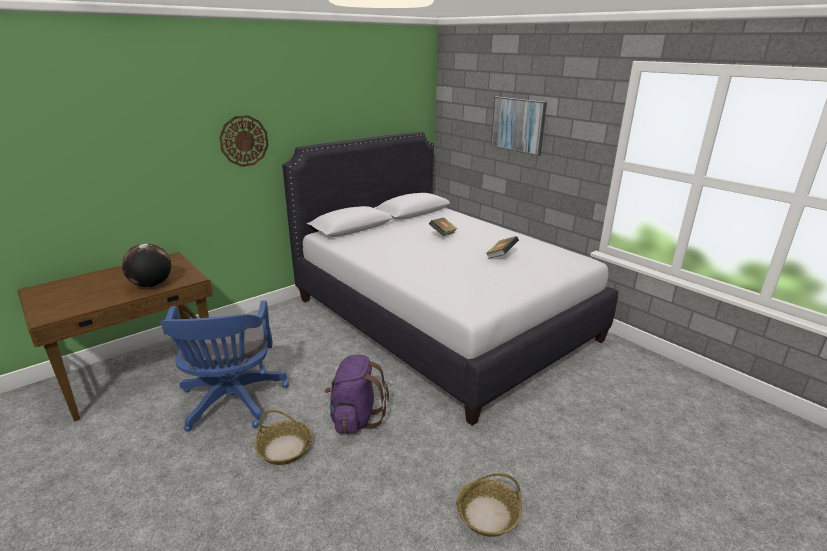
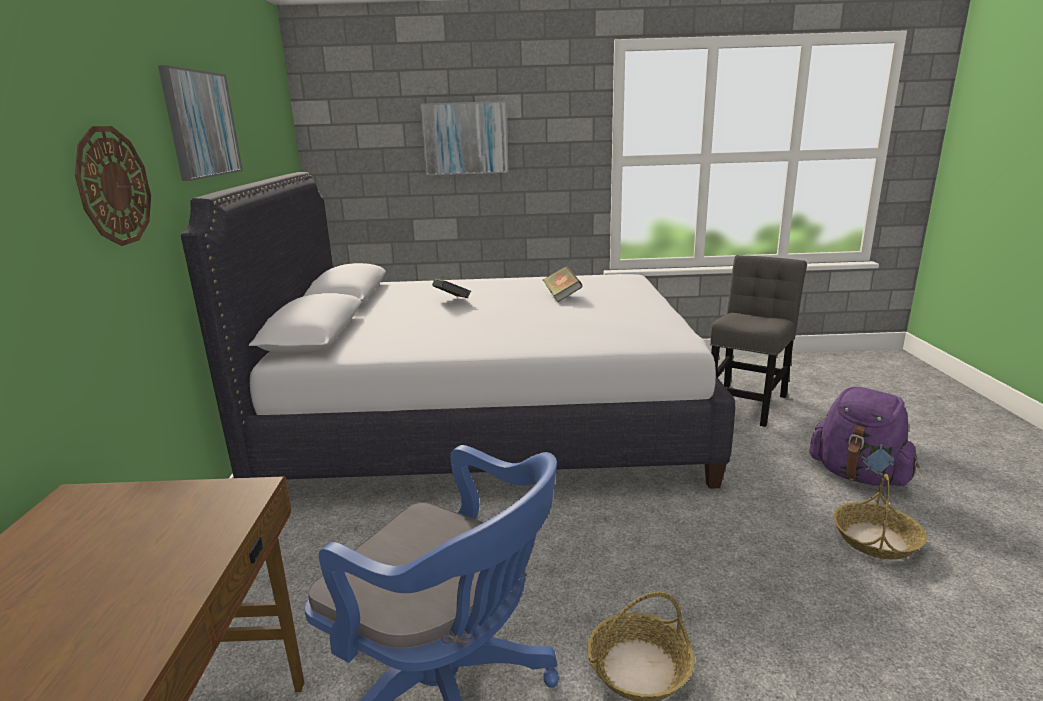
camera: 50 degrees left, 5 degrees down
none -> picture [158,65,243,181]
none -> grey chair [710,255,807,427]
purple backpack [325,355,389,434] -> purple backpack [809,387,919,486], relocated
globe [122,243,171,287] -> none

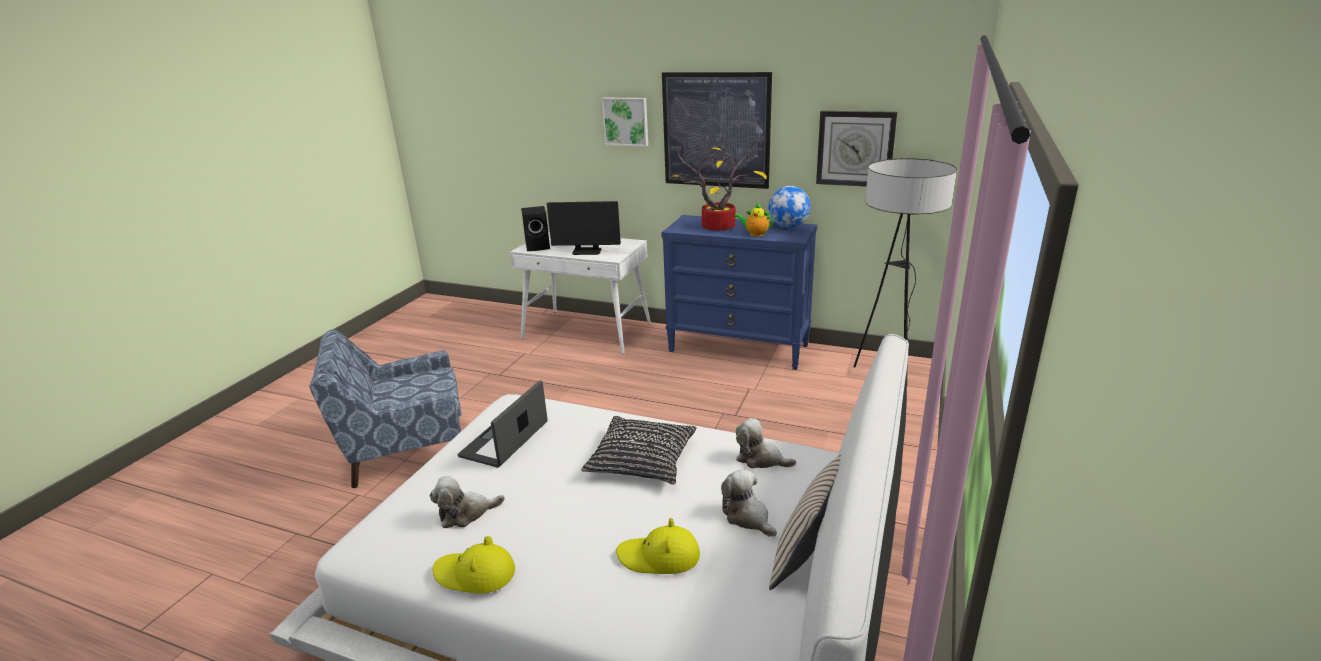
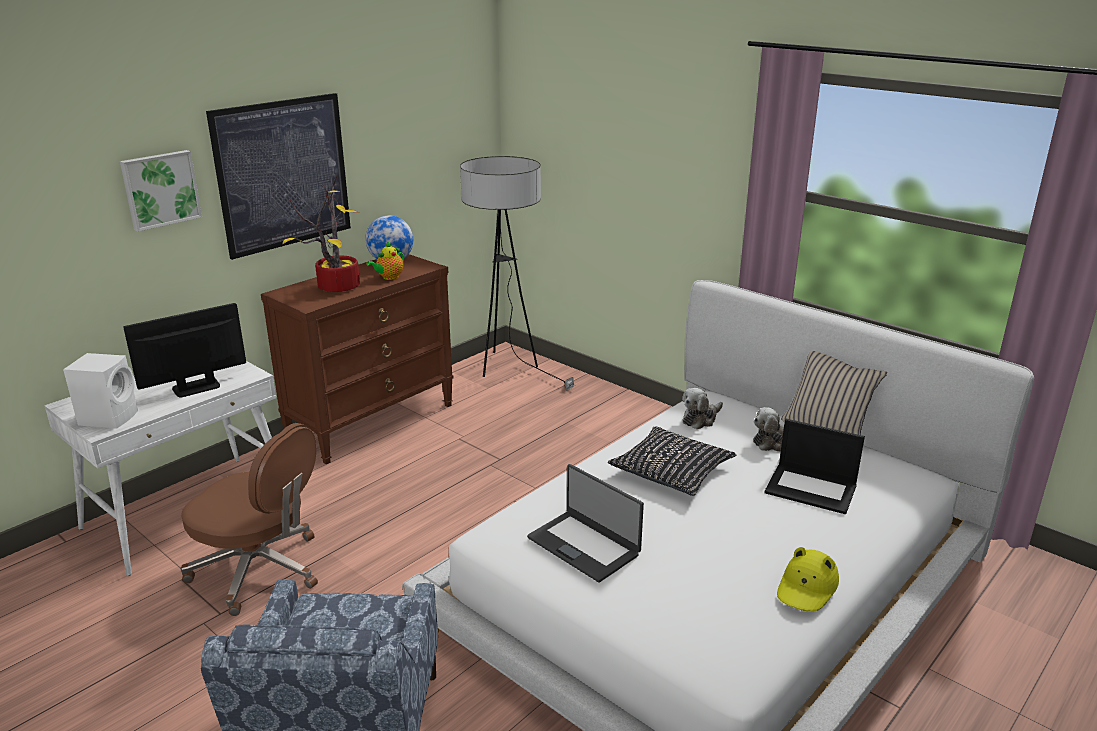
camera: 70 degrees left, 0 degrees up
black speaker [521,206,550,251] -> white speaker [63,353,138,429]
monitor [547,201,621,255] -> monitor [123,303,246,397], 150 degrees counterclockwise
none -> brown office chair [181,423,318,616]
blue dresser [661,215,818,370] -> brown dresser [261,254,454,464]
yellow hat [616,518,700,574] -> laptop [764,419,865,514]
plush toy [430,476,505,528] -> none
wall clock [816,111,897,187] -> none

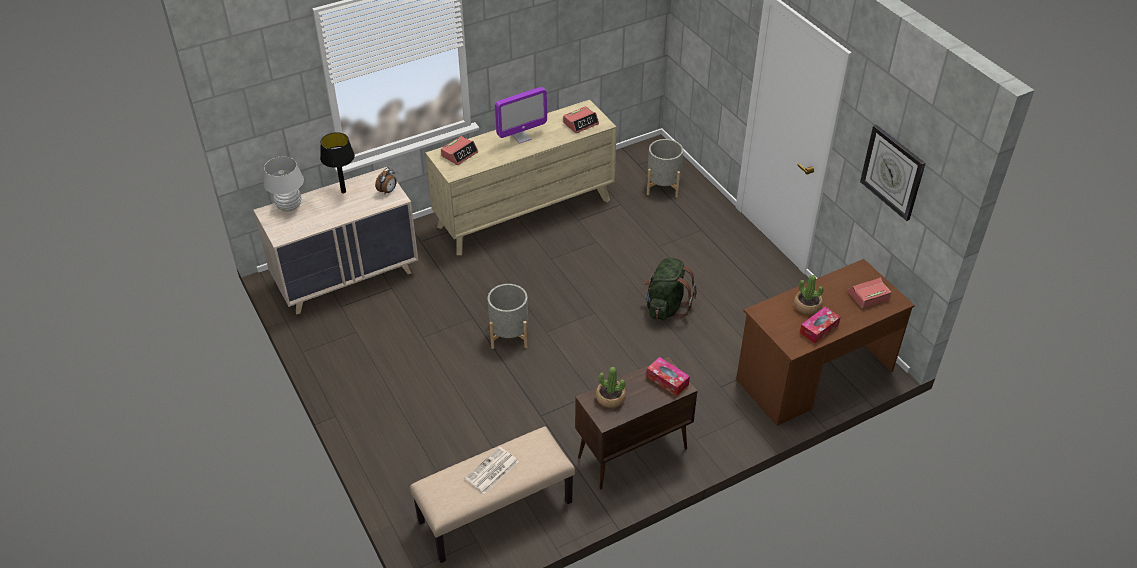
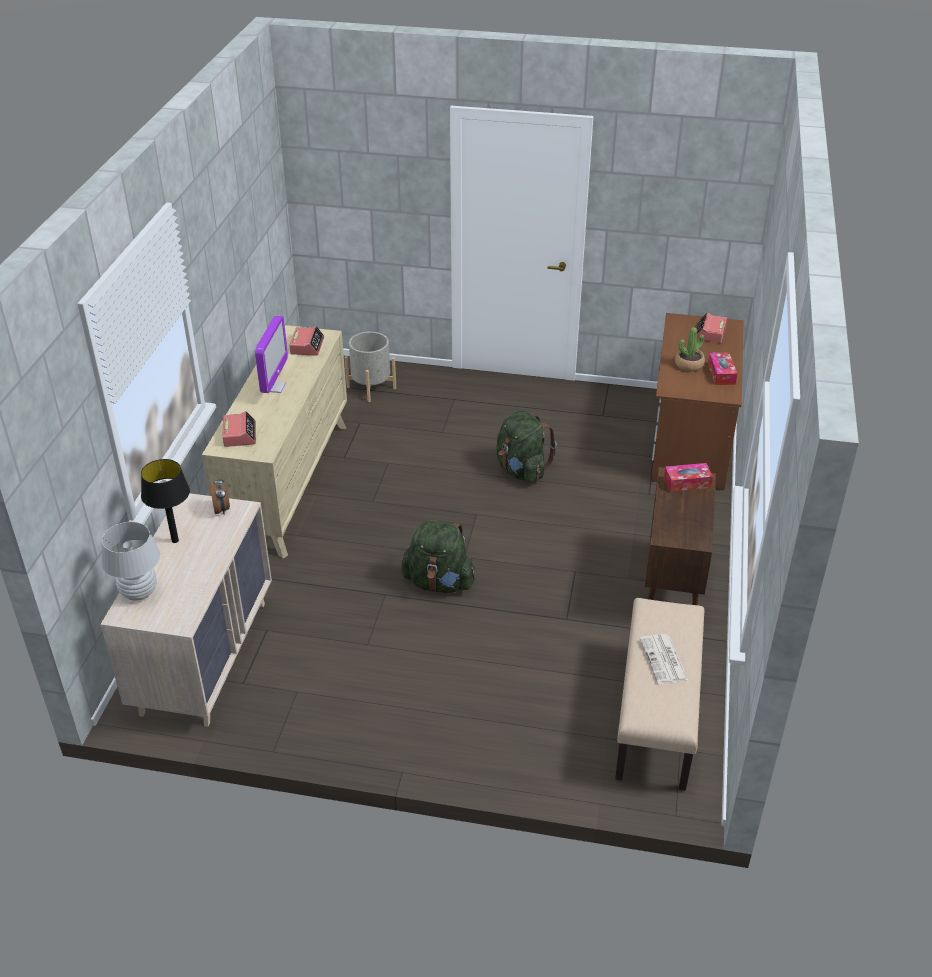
camera: 50 degrees left, 5 degrees down
grey planter [488,284,528,349] -> green backpack [402,520,476,593]
potted plant [596,367,626,408] -> none
wall clock [860,125,926,221] -> none

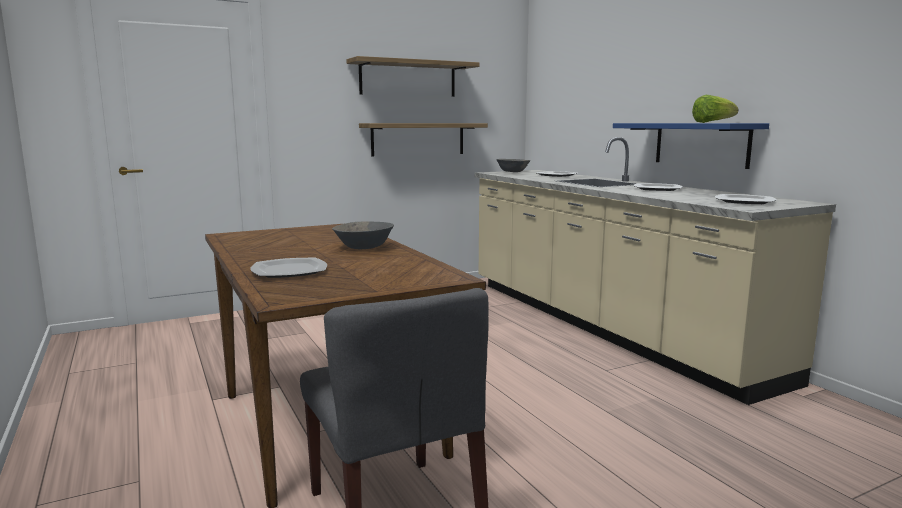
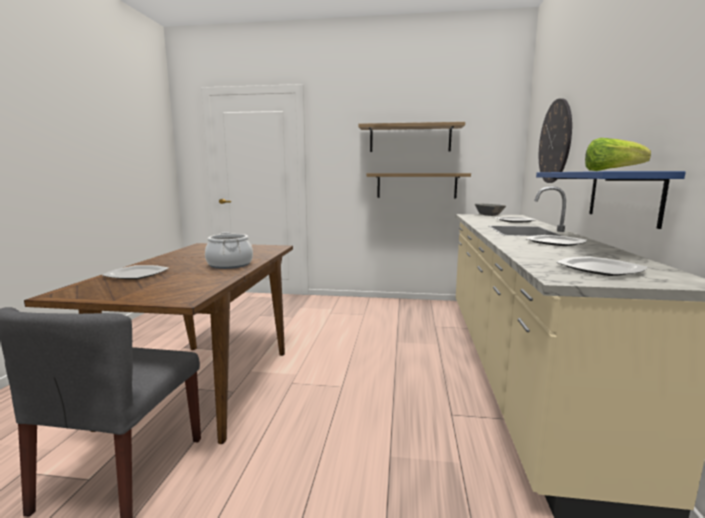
camera: 35 degrees right, 0 degrees up
grey bowl [332,221,394,249] -> cooking pot [205,232,253,269]
none -> wall clock [539,98,572,183]

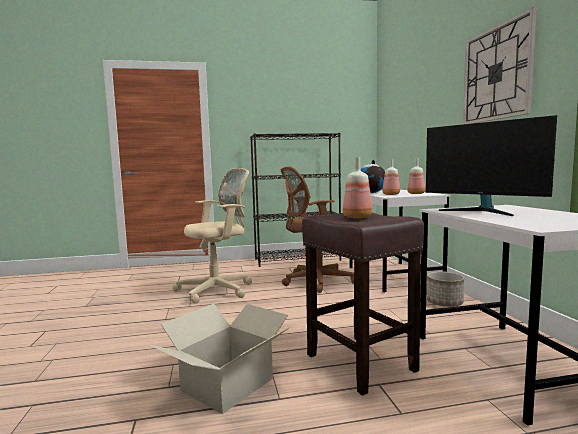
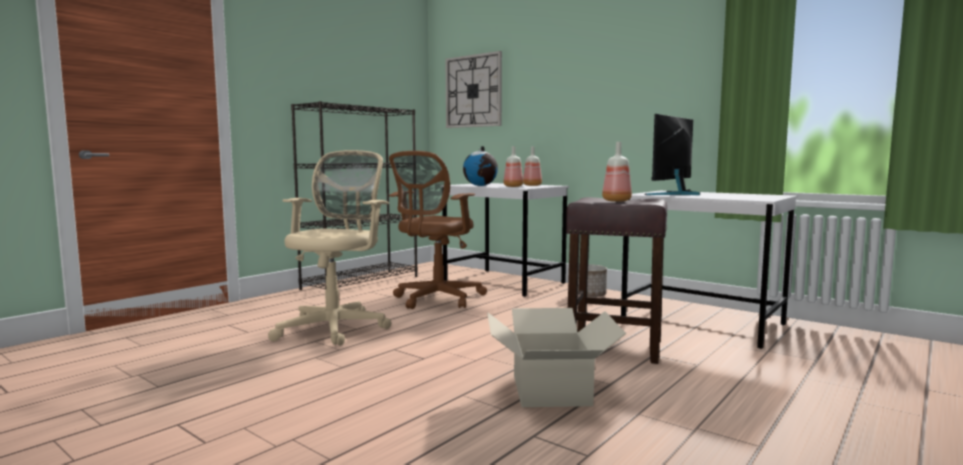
camera: 40 degrees left, 0 degrees up
wall clock [463,7,537,124] -> wall clock [446,51,502,128], relocated
monitor [425,115,557,216] -> monitor [644,114,700,195], 120 degrees clockwise

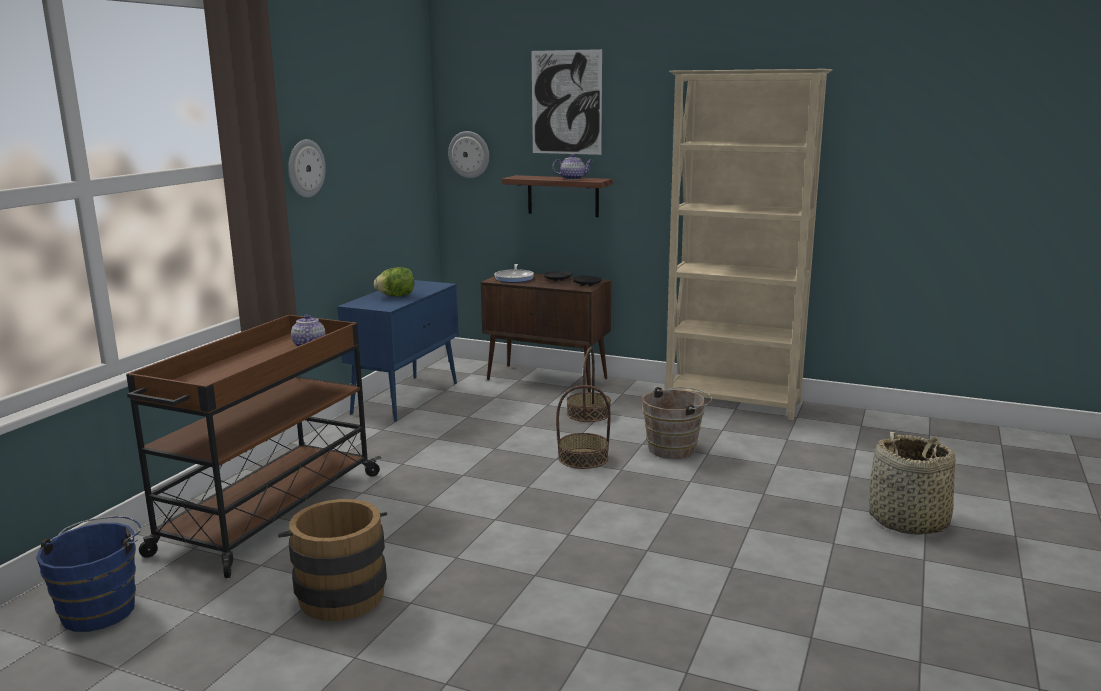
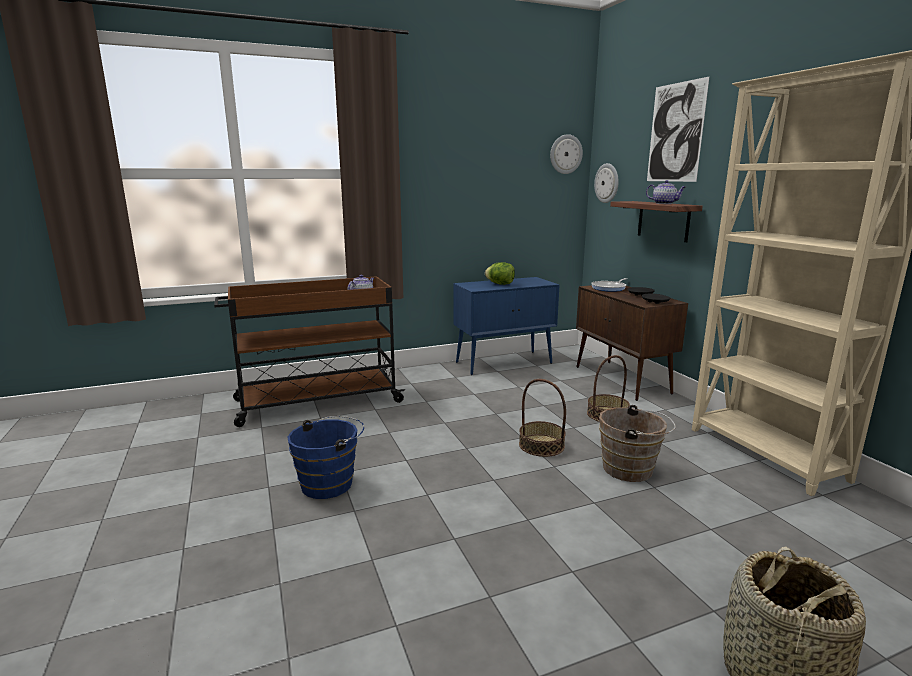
camera: 45 degrees right, 0 degrees up
blue bucket [36,516,141,632] -> blue bucket [288,416,364,499], relocated
wall clock [288,139,326,198] -> wall clock [550,134,583,174], relocated
brown bucket [278,499,387,621] -> none

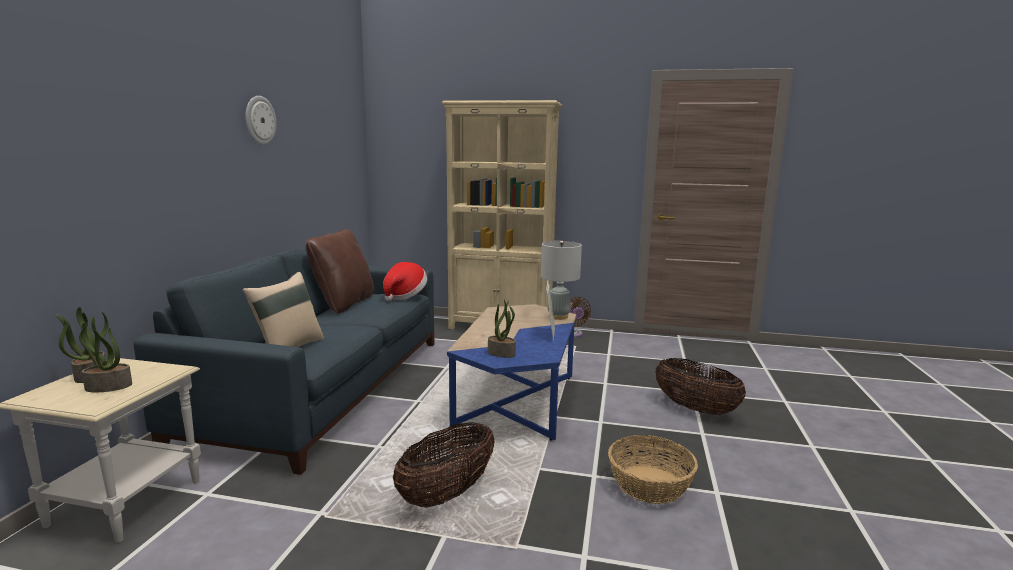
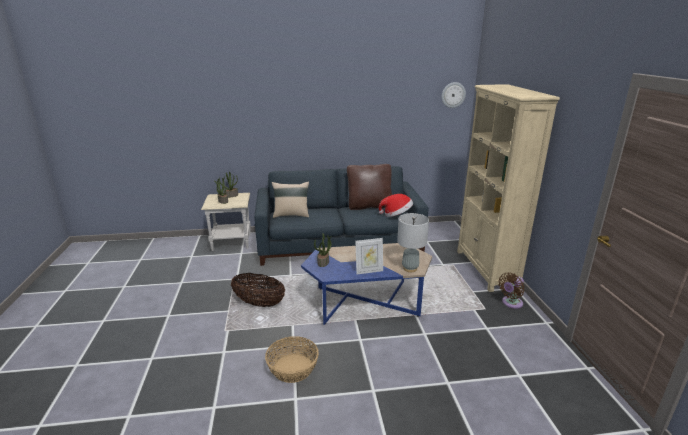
camera: 70 degrees right, 10 degrees up
wall clock [245,96,277,145] -> wall clock [442,82,466,108], relocated
basket [655,358,746,415] -> none

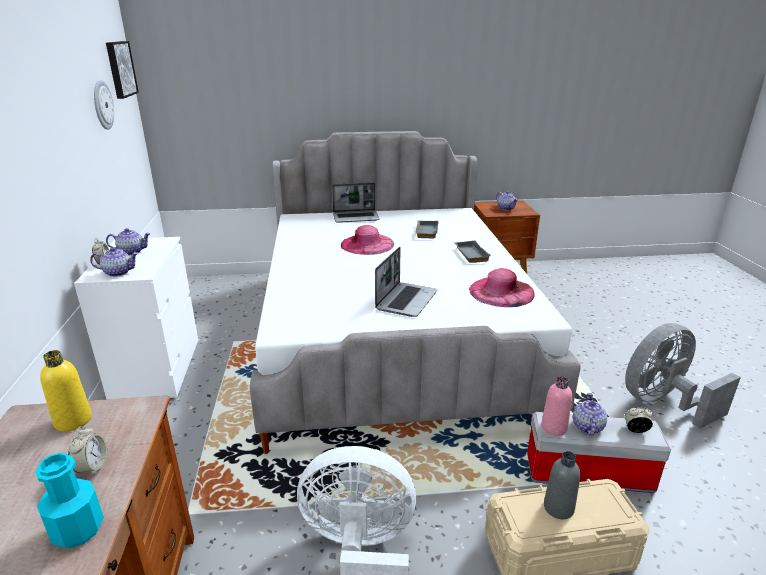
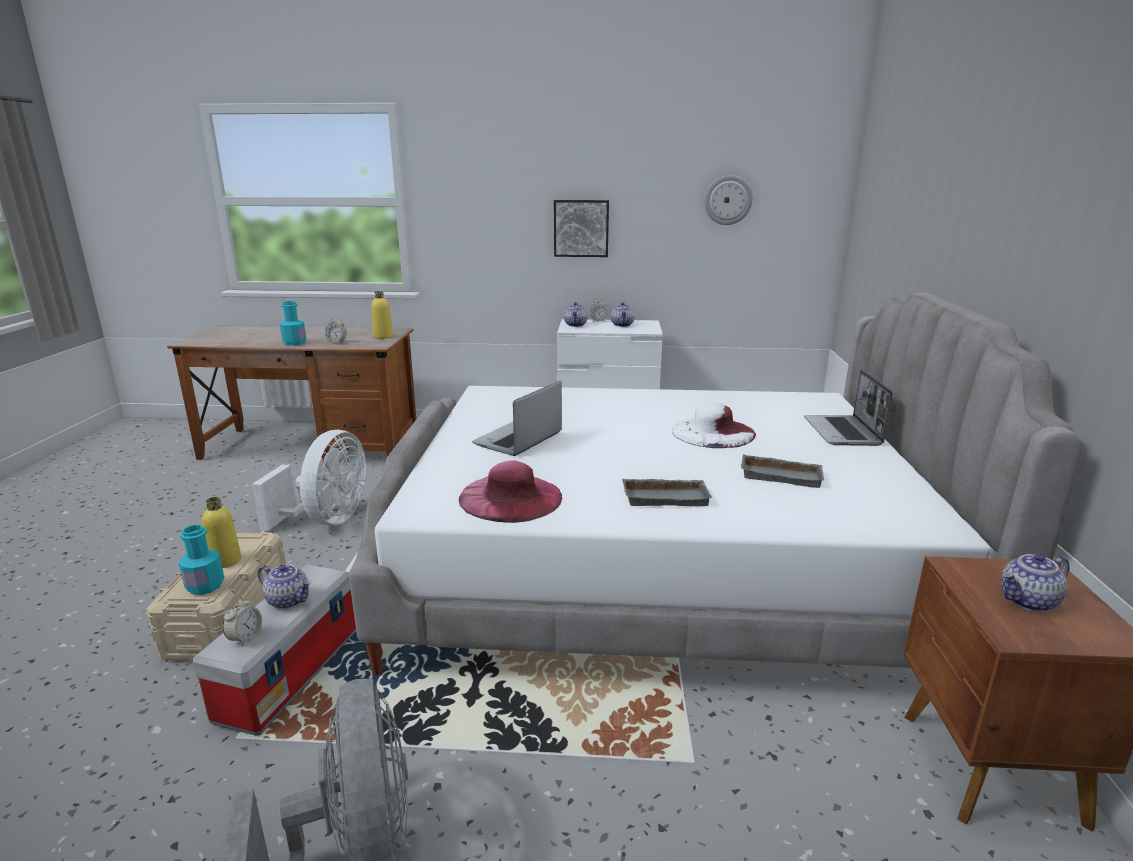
camera: 100 degrees right, 5 degrees down
none -> turquoise bottle [179,525,224,595]
grey bottle [544,451,580,519] -> yellow bottle [202,497,241,568]
laptop [375,247,437,317] -> laptop [472,381,562,456], 90 degrees clockwise
picture [106,41,139,99] -> picture [554,200,609,257], relocated
pink hat [341,225,394,255] -> white hat [672,402,756,448]
pink bottle [541,376,572,436] -> none

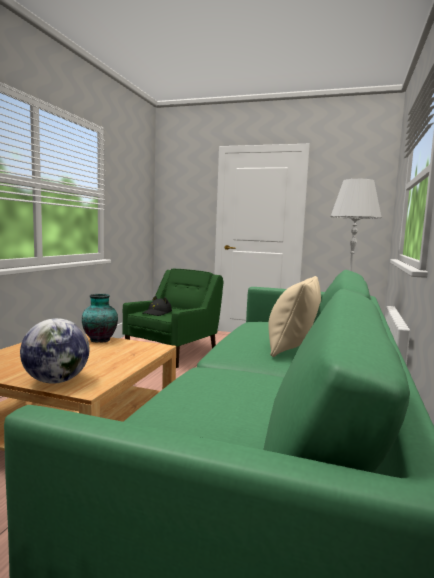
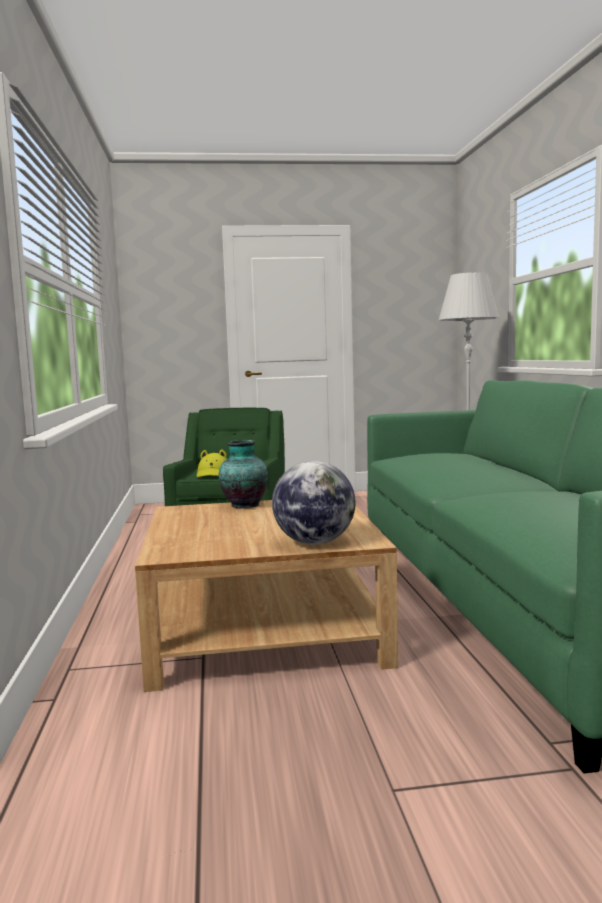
camera: 25 degrees left, 0 degrees up
black hat [142,296,172,316] -> yellow hat [197,449,227,478]
beige pillow [268,276,321,357] -> none

